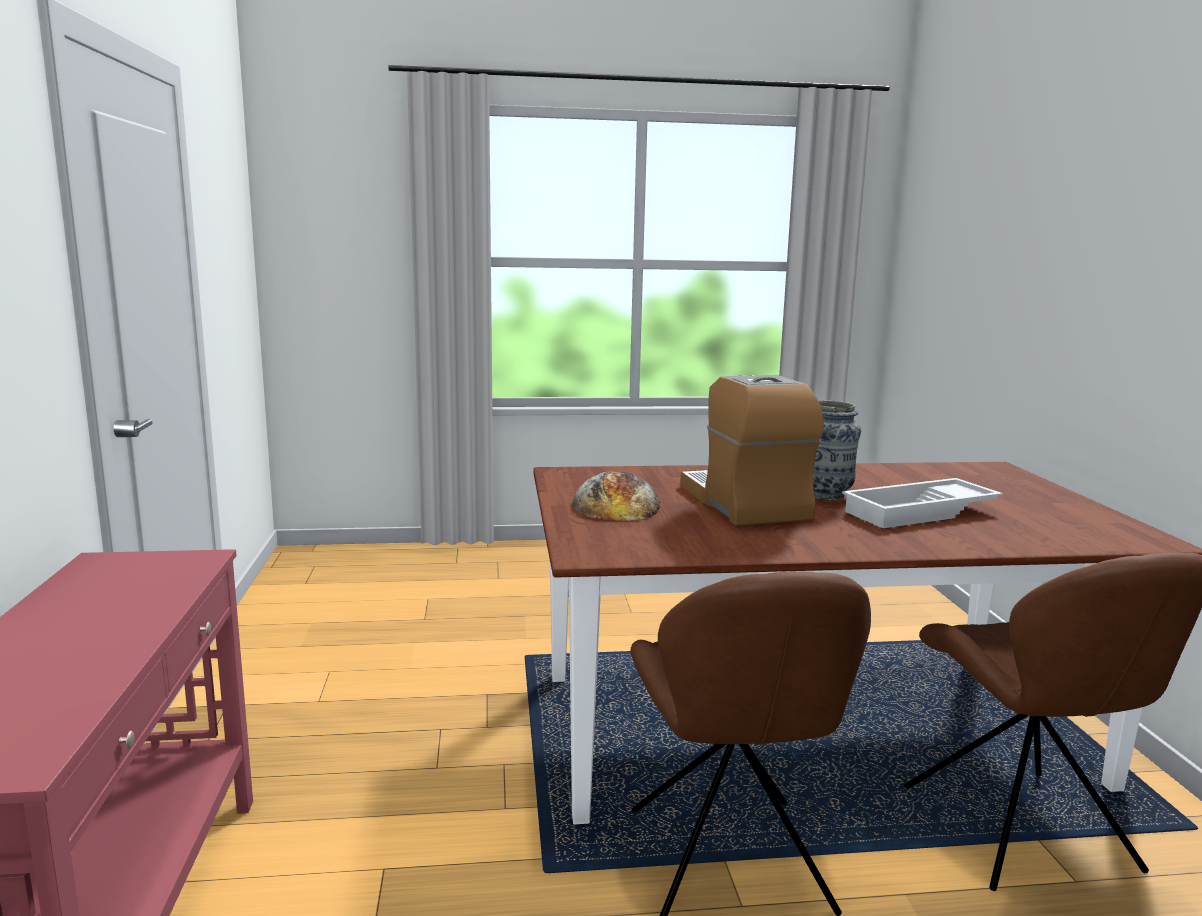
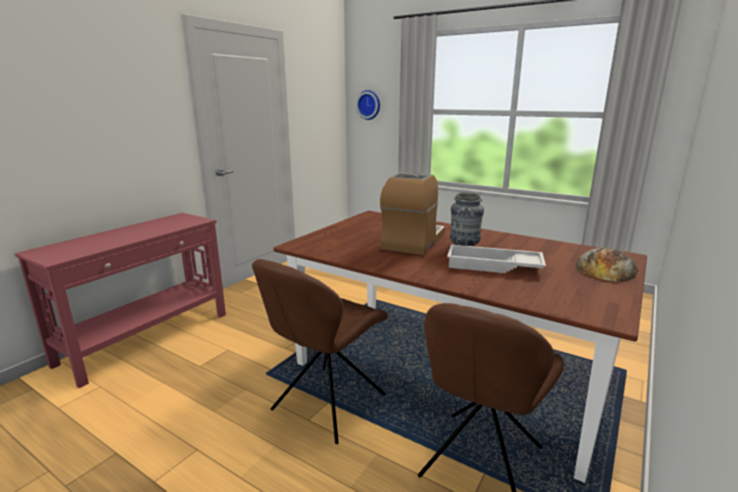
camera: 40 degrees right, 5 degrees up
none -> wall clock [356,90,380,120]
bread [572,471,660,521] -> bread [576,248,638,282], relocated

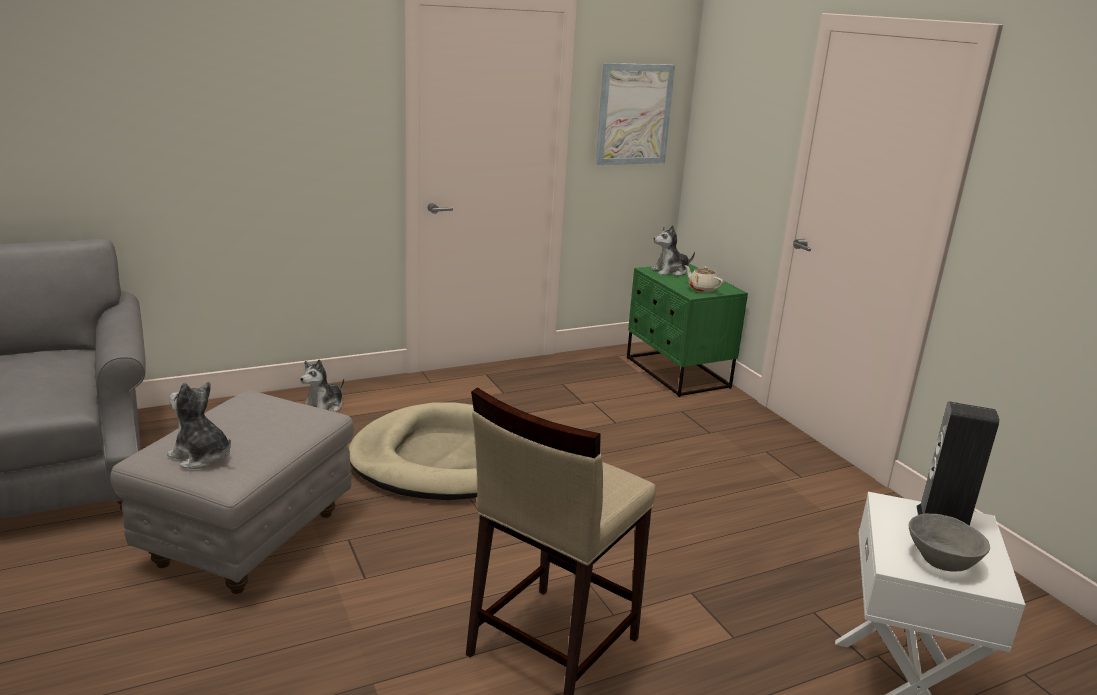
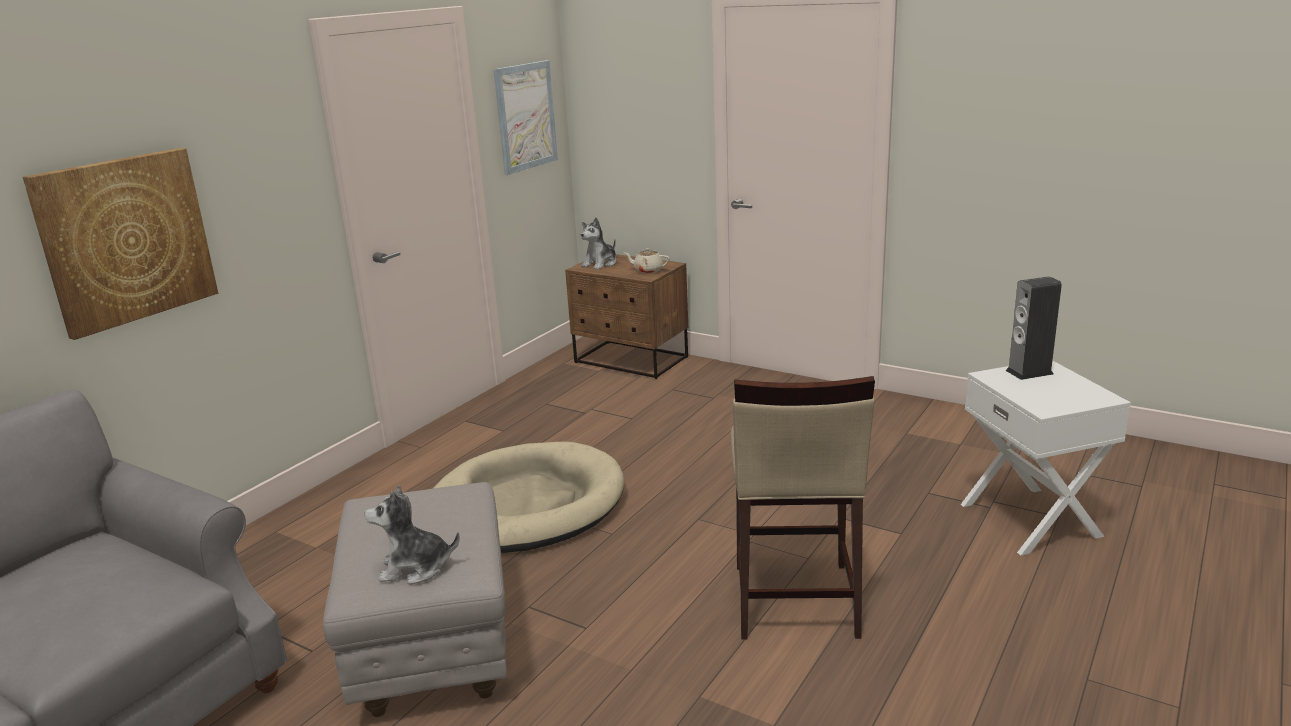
camera: 30 degrees left, 0 degrees up
none -> picture [23,148,218,340]
green nightstand [627,264,748,397] -> brown nightstand [565,254,688,379]
plush toy [300,359,344,412] -> none
grey bowl [908,513,990,572] -> none

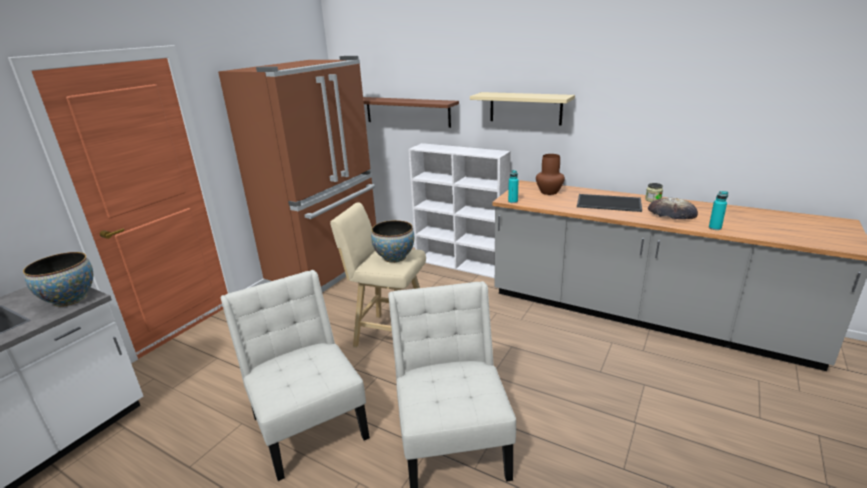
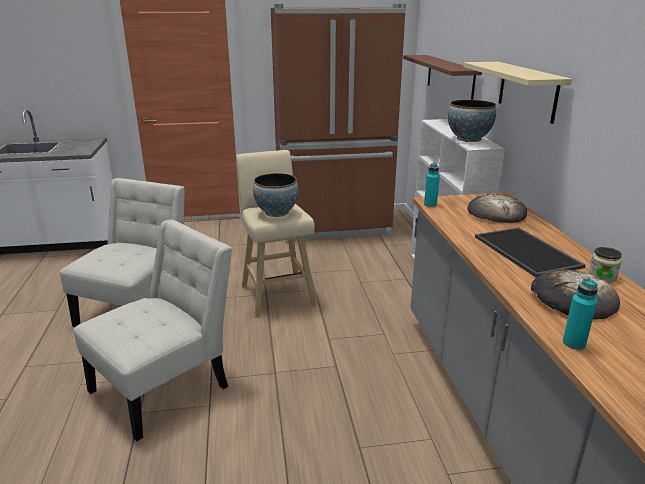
camera: 50 degrees right, 0 degrees up
bowl [23,252,93,307] -> bowl [448,100,496,142], relocated
brown vase [536,154,565,195] -> bread [467,194,527,223]

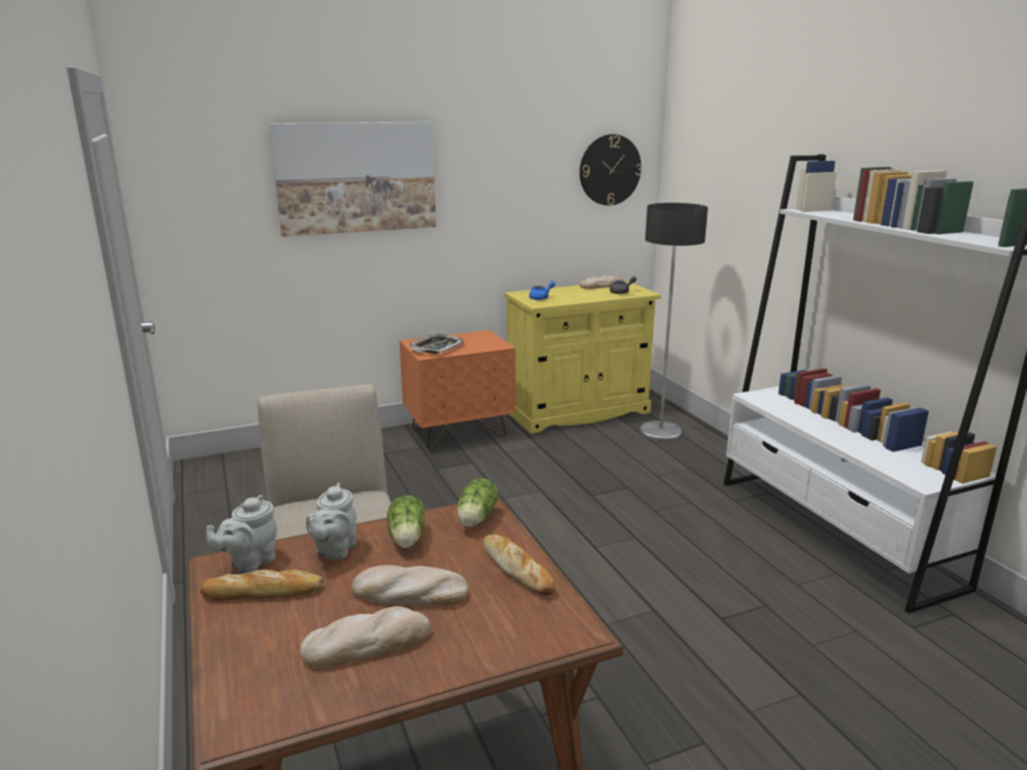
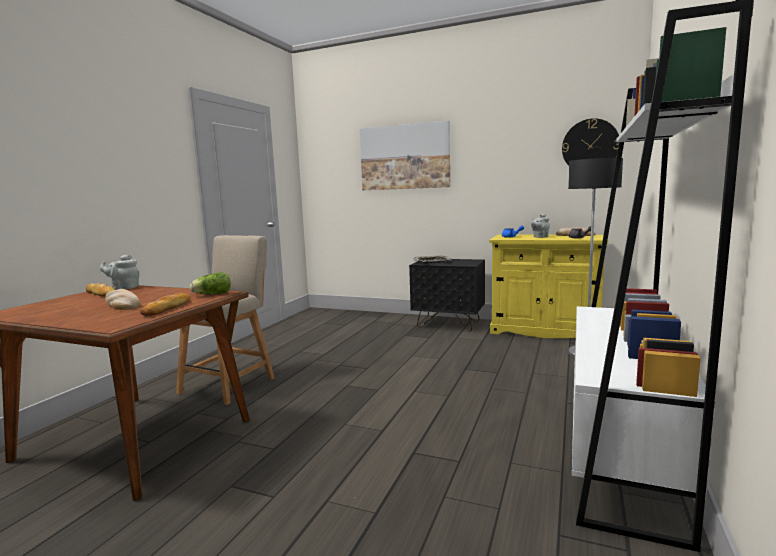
camera: 45 degrees right, 10 degrees down
orange nightstand [400,330,516,449] -> black nightstand [409,259,485,331]
grey teapot [306,483,356,560] -> grey teapot [531,214,550,238], relocated
bread [300,606,431,668] -> none
lettuce [387,495,425,548] -> none

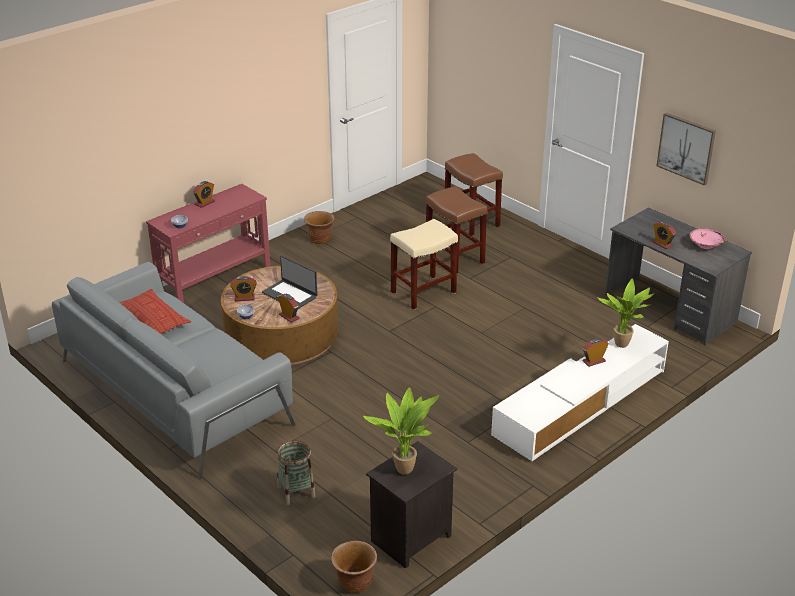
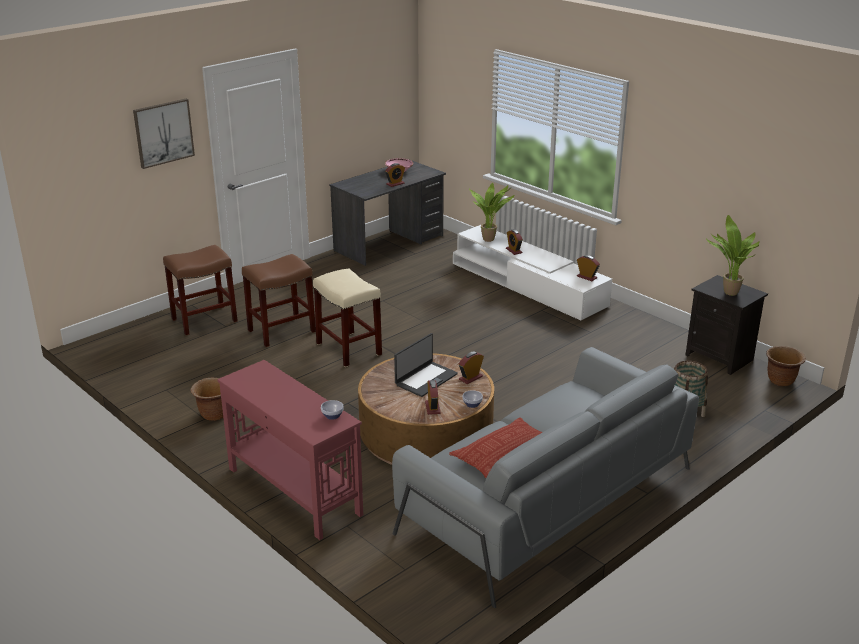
camera: 90 degrees left, 5 degrees down
picture [656,113,716,186] -> picture [133,99,195,169], relocated
alarm clock [193,181,215,208] -> alarm clock [577,255,600,281], relocated

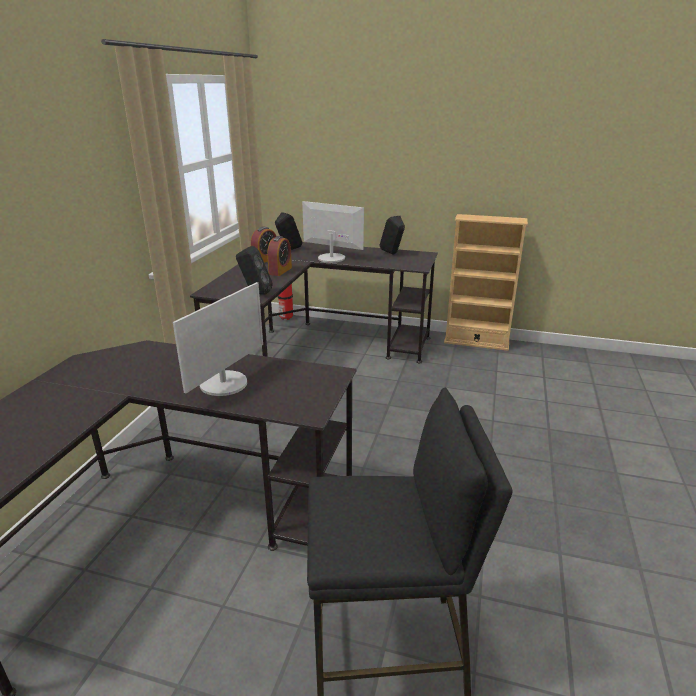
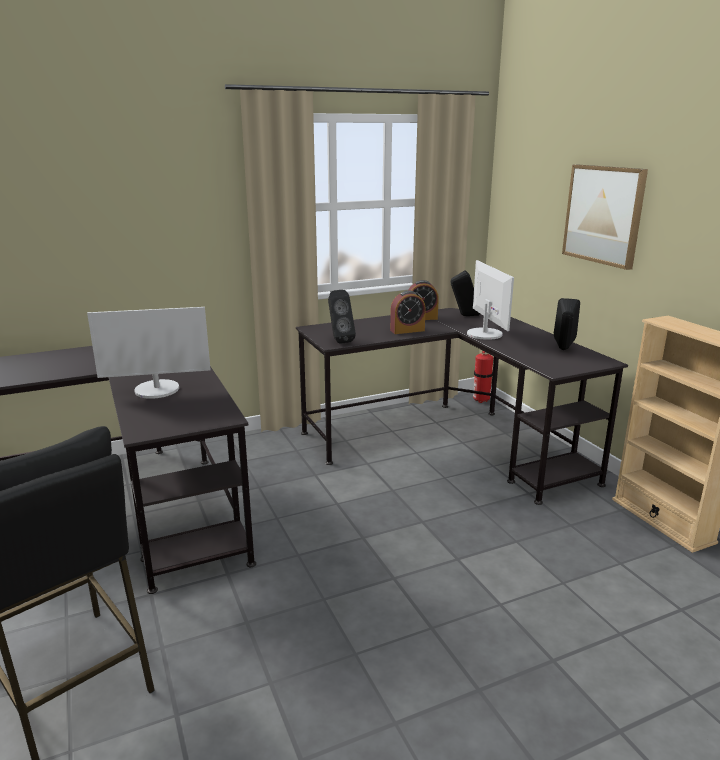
camera: 50 degrees right, 5 degrees down
none -> picture [562,164,648,270]

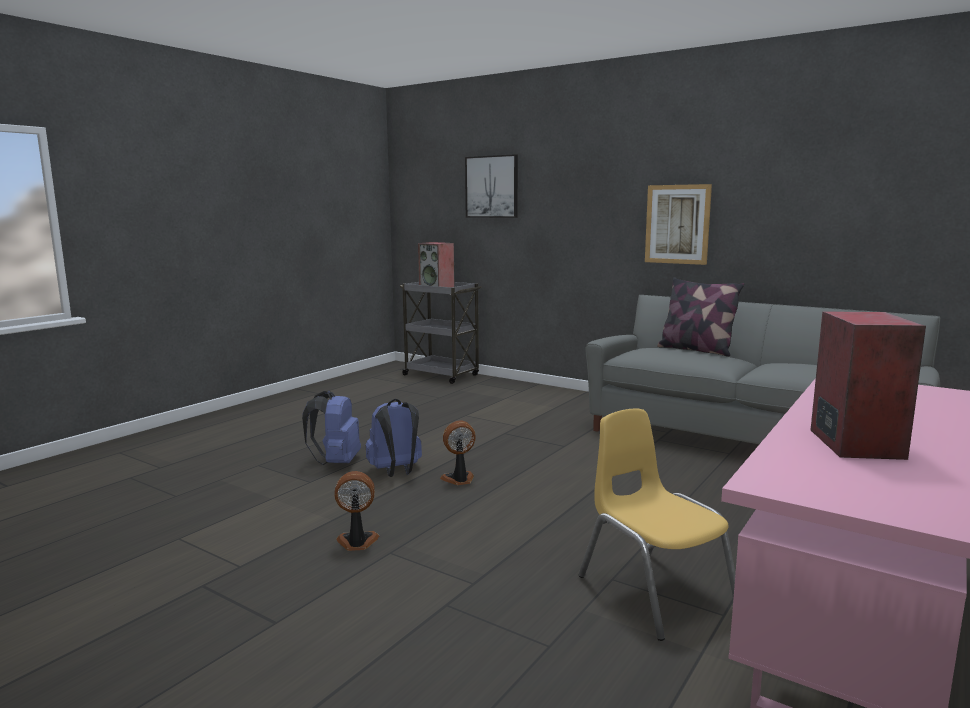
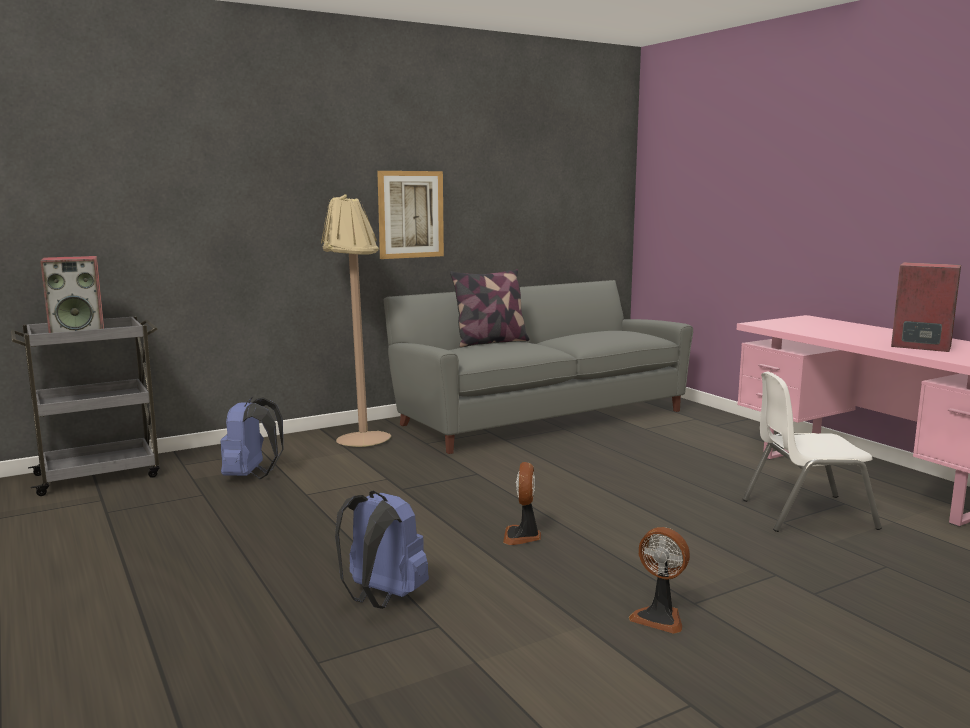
camera: 65 degrees left, 0 degrees up
blue backpack [366,399,422,477] -> blue backpack [221,397,283,479], relocated
none -> beige floor lamp [321,194,391,447]
fan [334,471,379,551] -> fan [629,527,690,634], 75 degrees counterclockwise
yellow chair [578,408,736,641] -> white chair [743,372,882,532]
picture [465,154,518,218] -> none

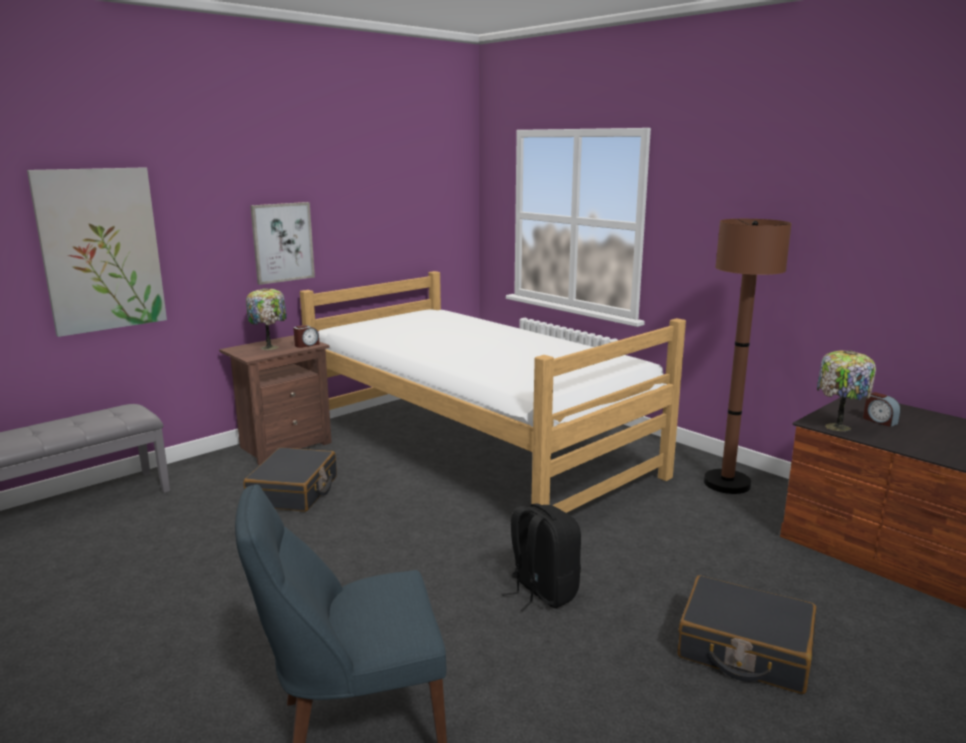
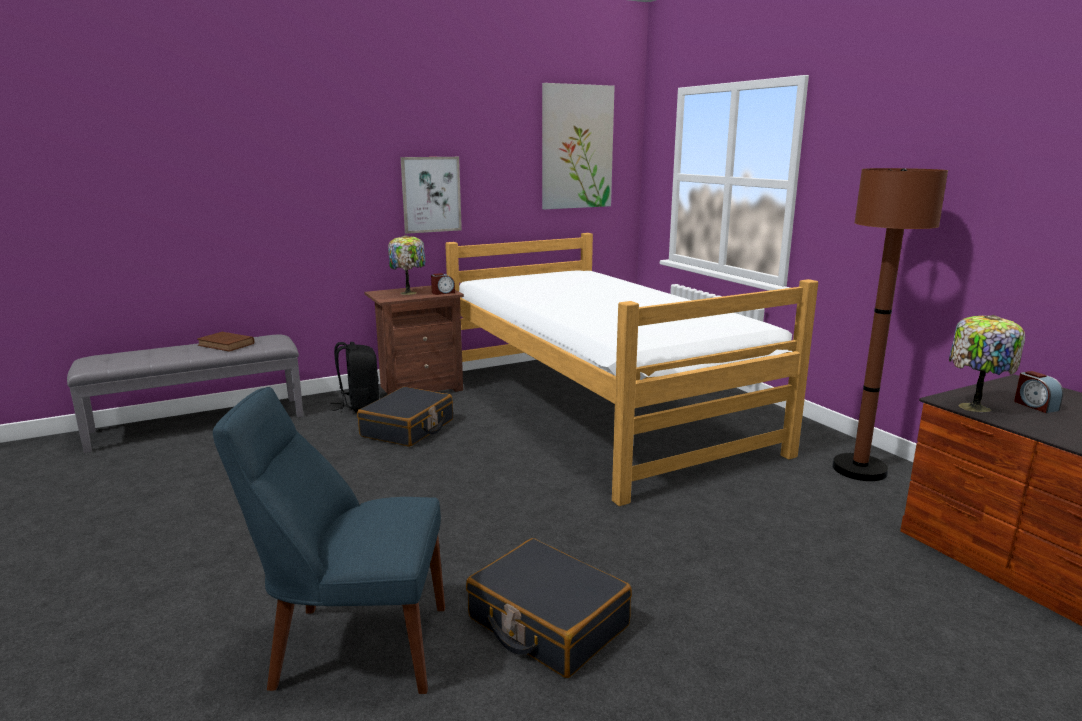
camera: 15 degrees right, 0 degrees up
none -> brown book [197,332,254,351]
black backpack [502,503,581,611] -> black backpack [331,342,379,413], relocated
black suitcase [678,575,816,694] -> black suitcase [466,538,632,678], relocated
picture [27,167,167,337] -> picture [542,83,615,210], relocated

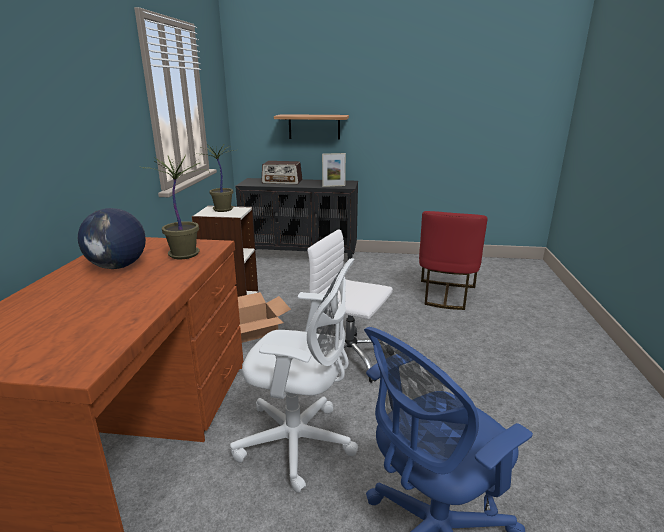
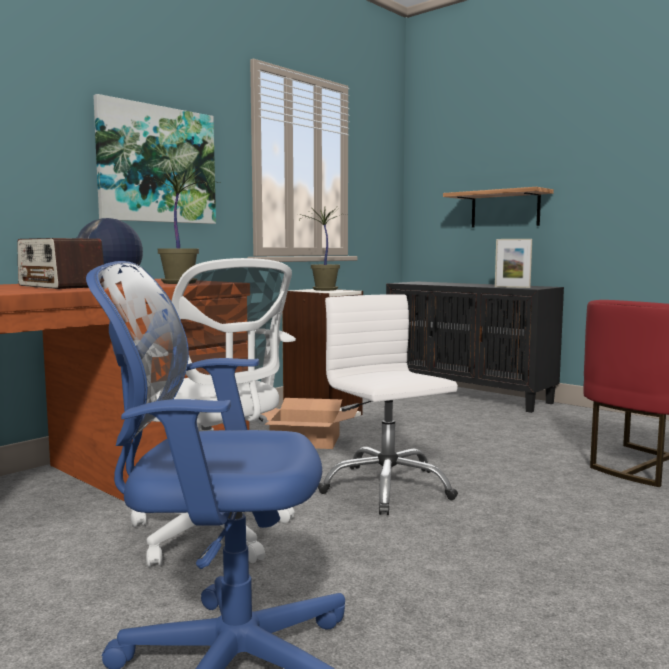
camera: 35 degrees right, 15 degrees down
radio [261,161,302,185] -> radio [17,238,104,289], relocated
none -> picture [93,94,216,224]

